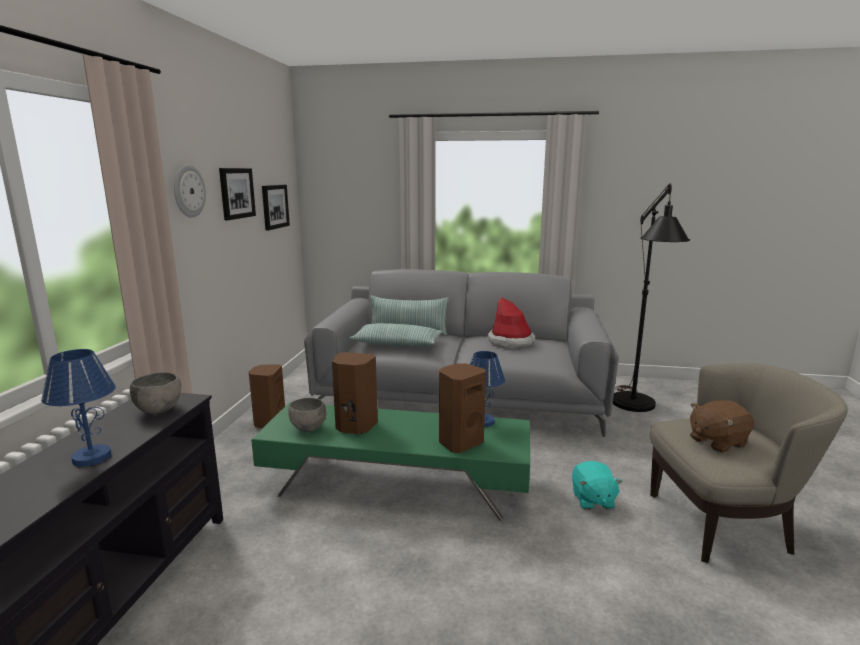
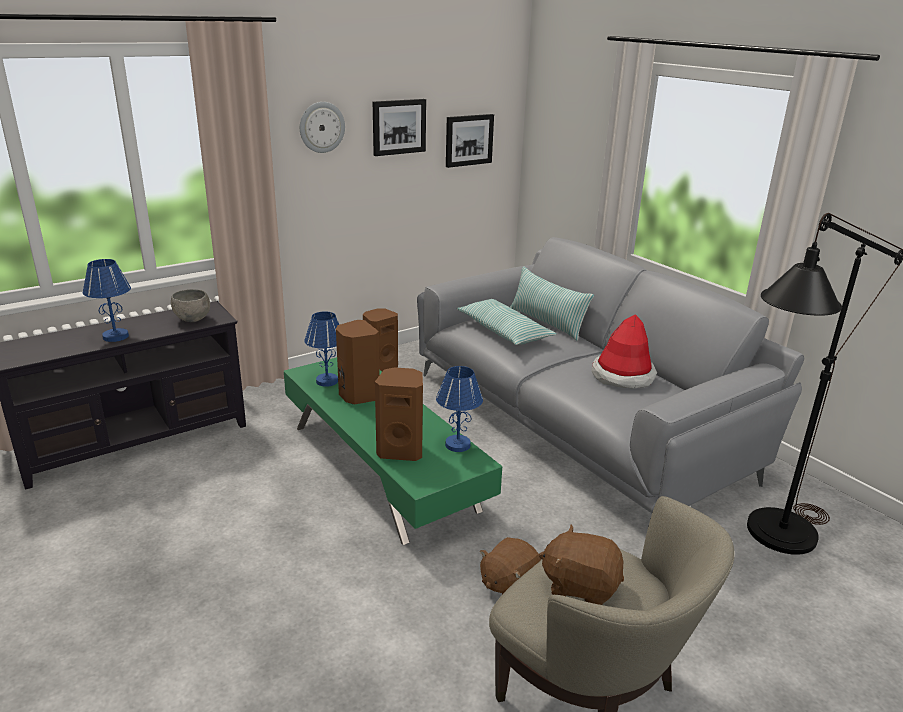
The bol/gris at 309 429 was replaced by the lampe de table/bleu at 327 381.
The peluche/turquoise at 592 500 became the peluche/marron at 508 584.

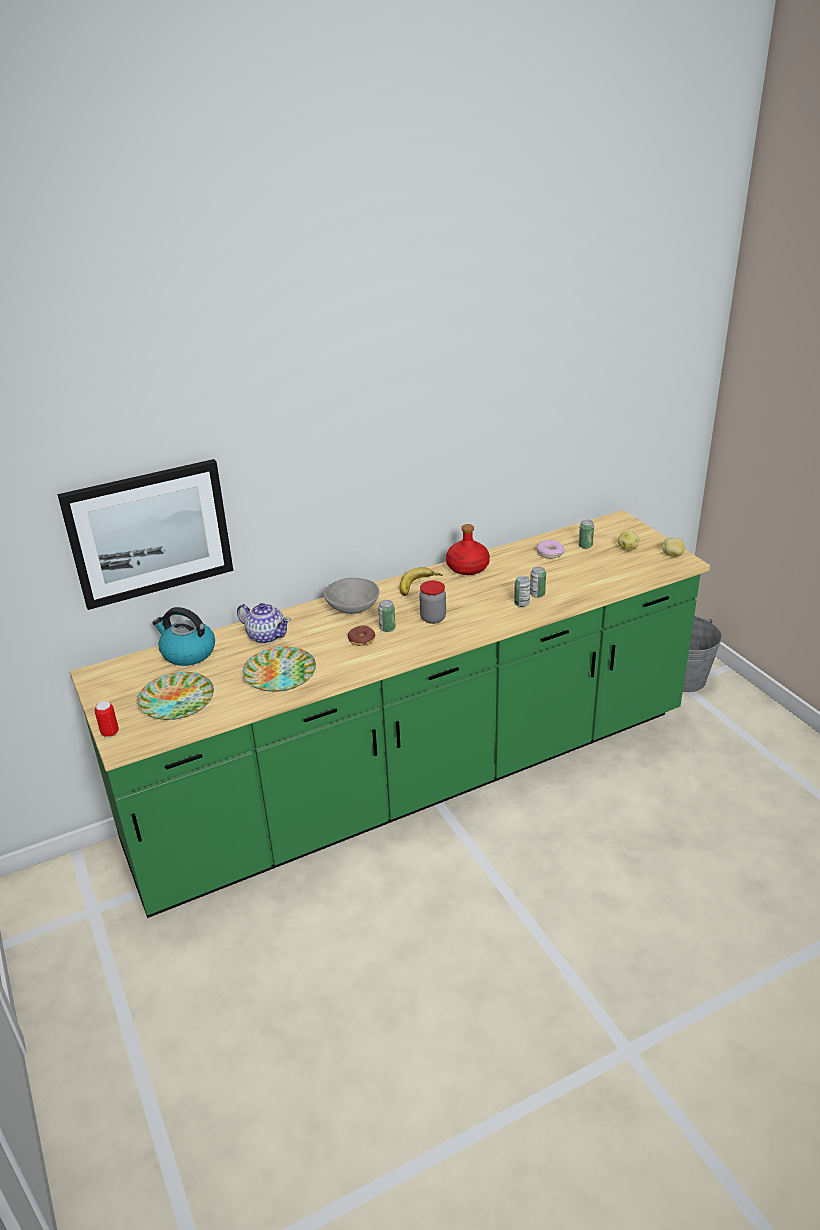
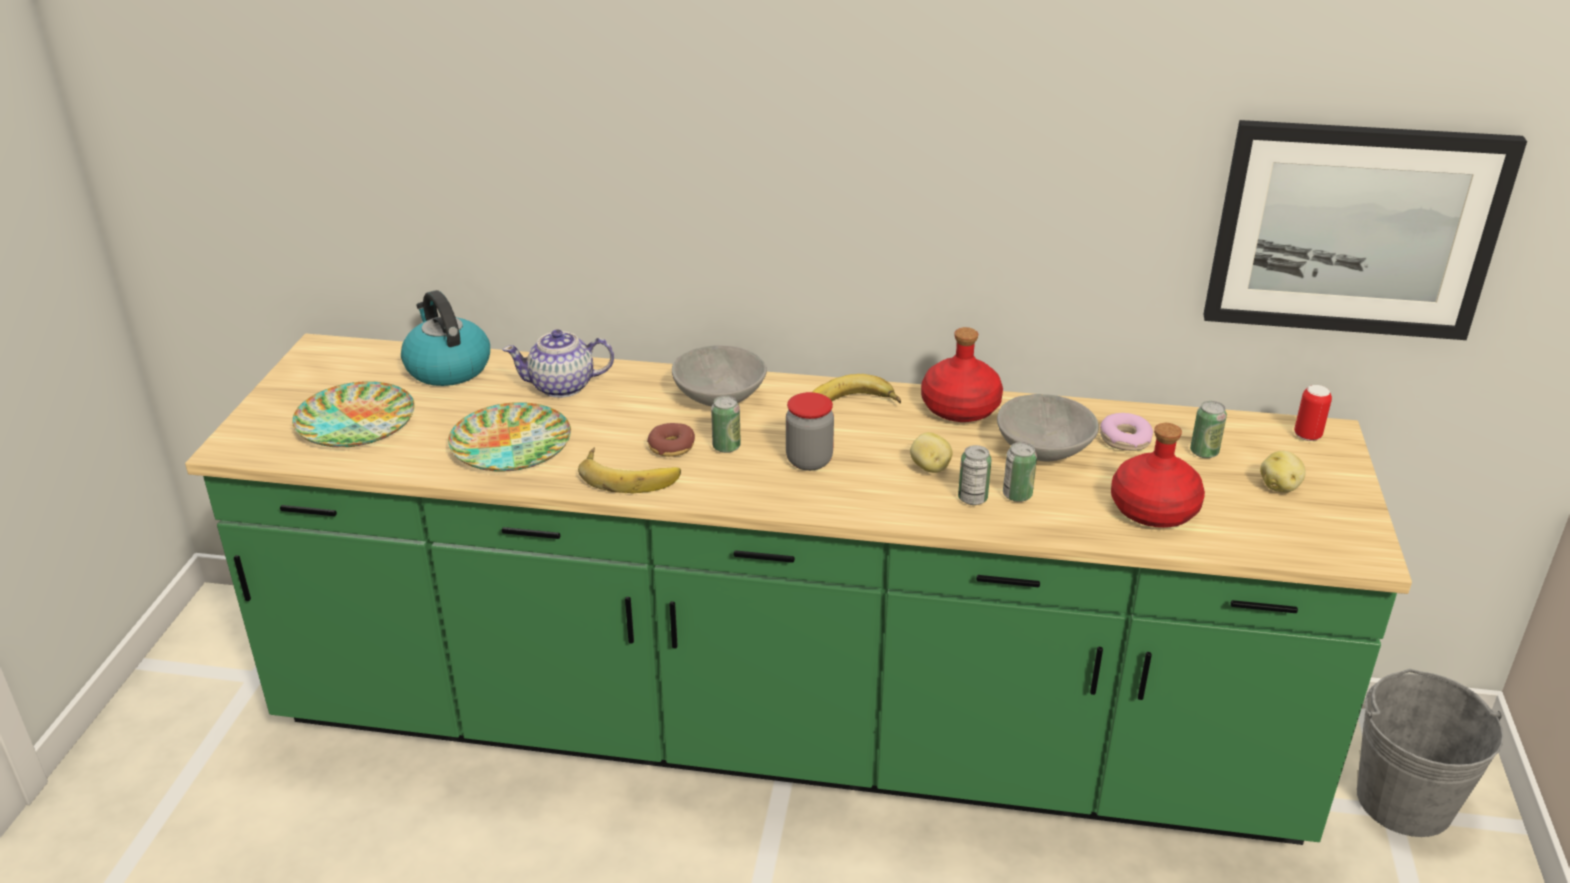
The tableau moved from 149 533 to 1354 230.
The boîte métallique moved from 110 732 to 1307 435.
The théière at 266 636 turned 105 degrees clockwise.
The pomme de terre moved from 672 555 to 929 468.
The banane at 630 475 appeared.
The bol/gris at 1044 450 appeared.
The bouteille/rouge at 1152 509 appeared.

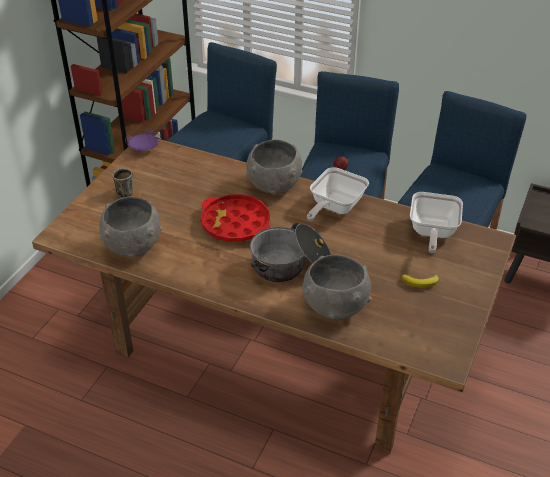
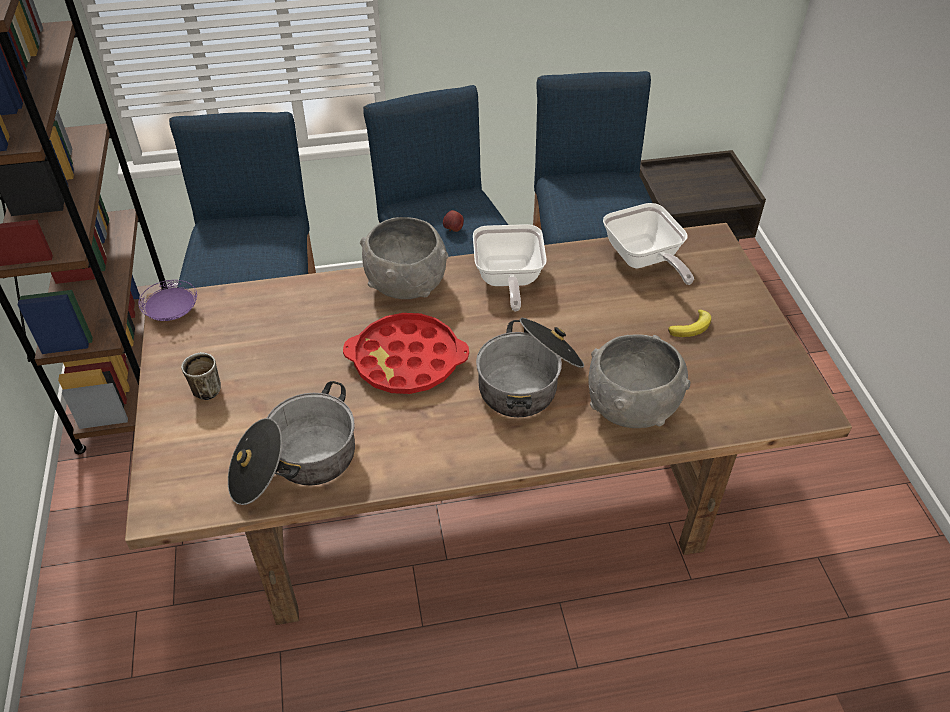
The bol/gris at 133 246 was replaced by the marmite at 295 464.

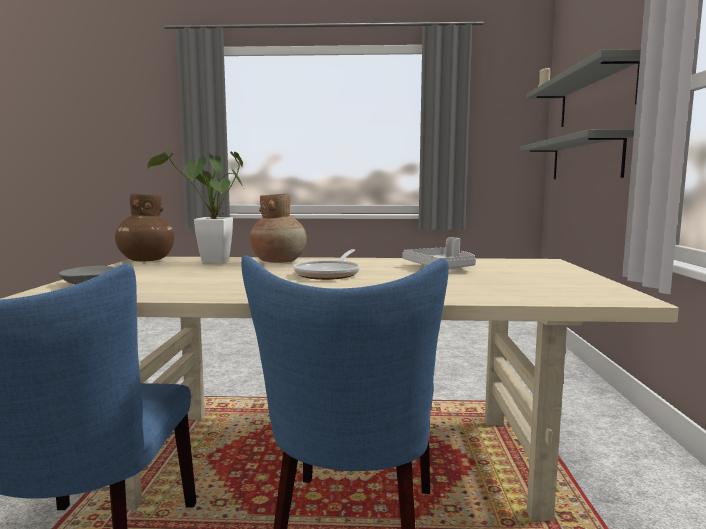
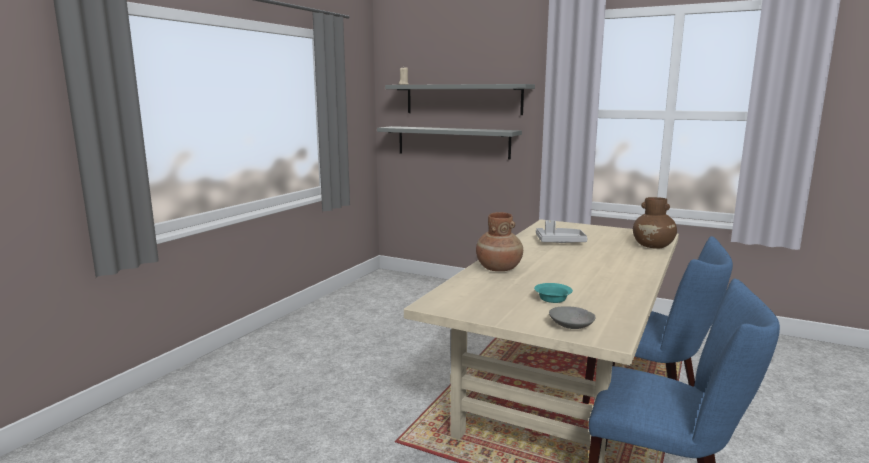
The vase/marron moved from 146 260 to 653 246.
The plante en pot at 212 263 disappeared.
The poêle at 329 274 disappeared.
The bol/turquoise at 552 299 appeared.

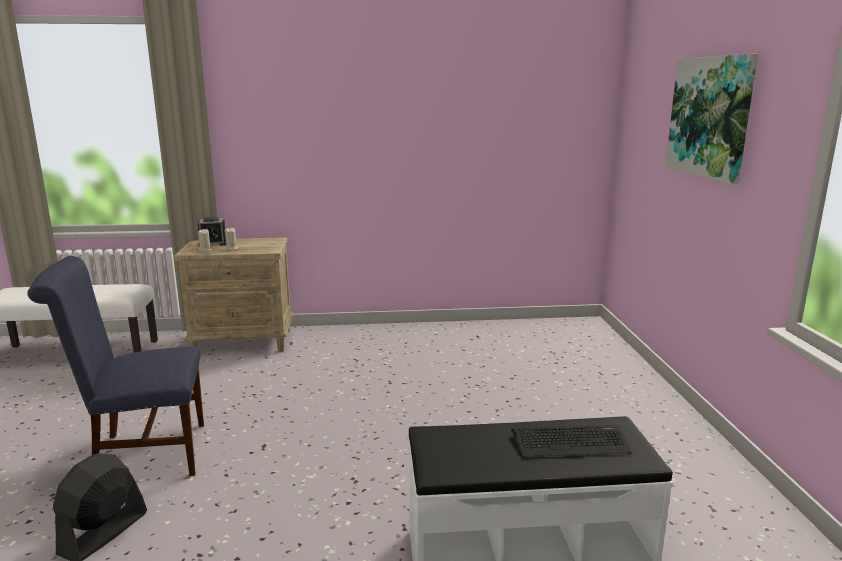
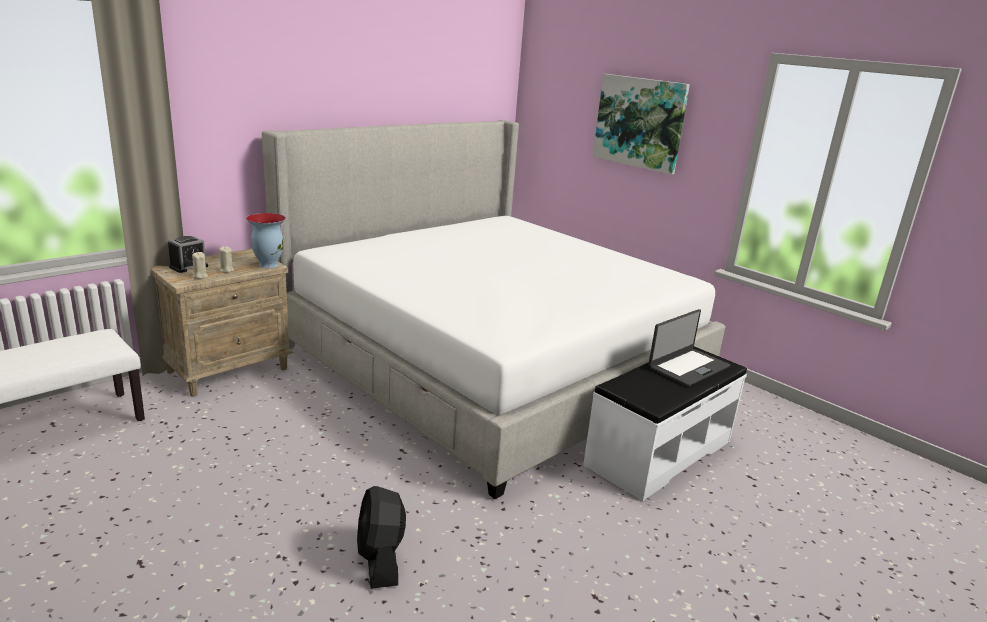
The chaise/bleu at 141 455 disappeared.
The clavier at 570 442 was replaced by the ordinateur portable at 688 367.
The vase at 268 264 appeared.
The lit at 491 362 appeared.

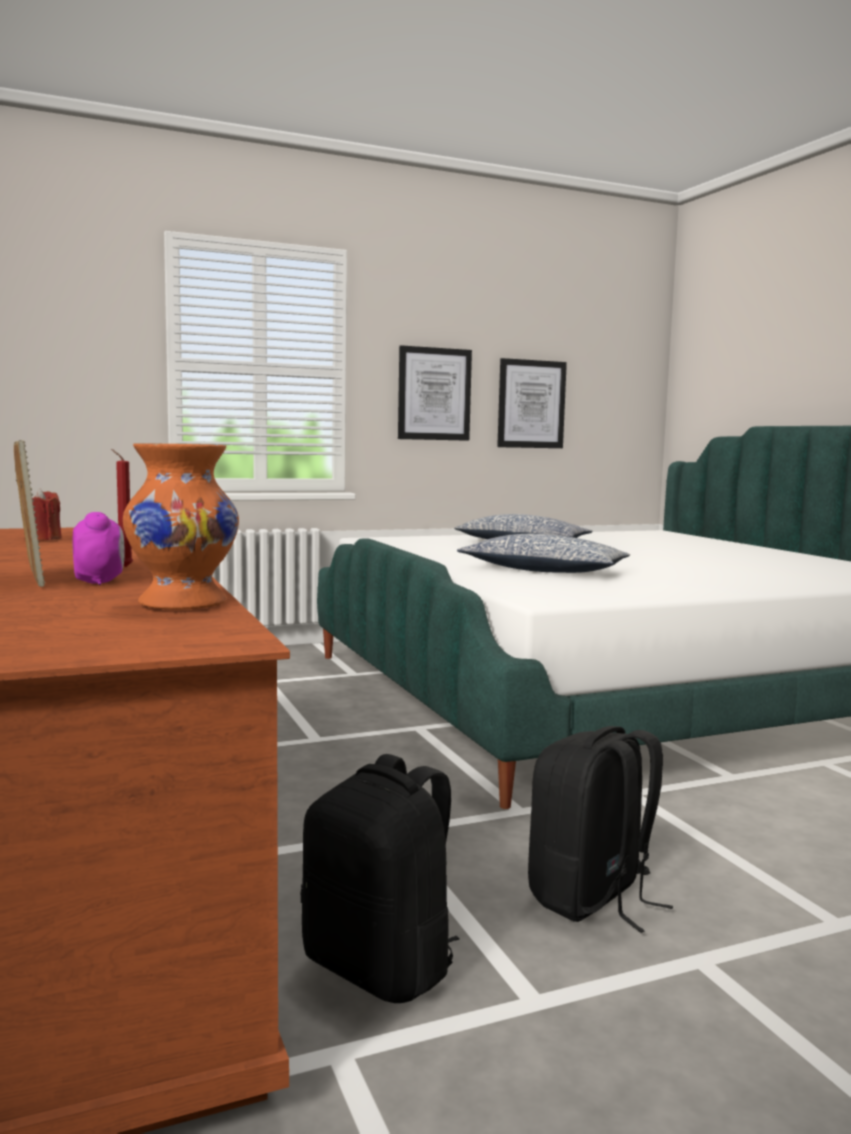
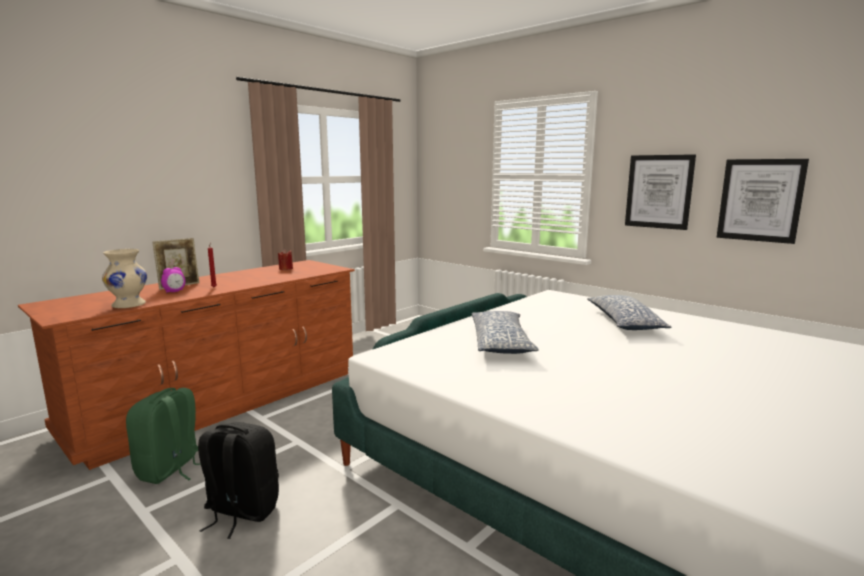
The vase/orange at 182 604 became the vase/beige at 128 305.
The sac à dos/noir at 381 967 became the sac à dos/vert at 170 469.

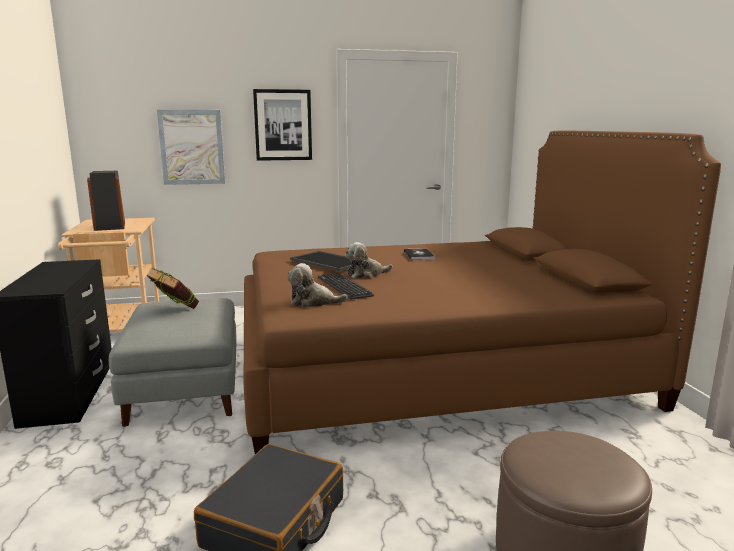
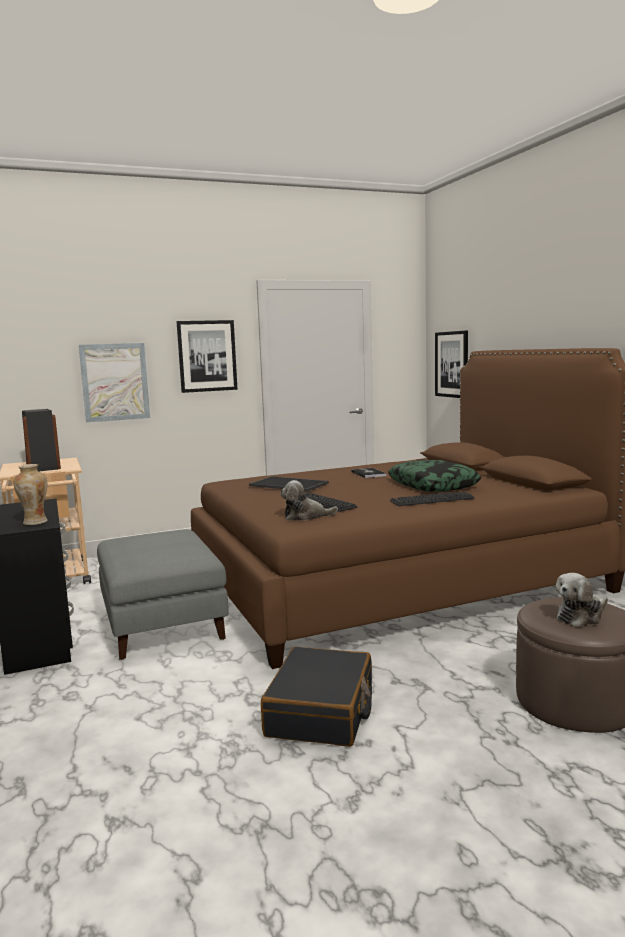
The livre at 175 311 disappeared.
The peluche moved from 366 274 to 581 616.
The vase at 34 522 appeared.
The coussin at 433 485 appeared.
The clavier at 431 500 appeared.
The tableau at 452 364 appeared.

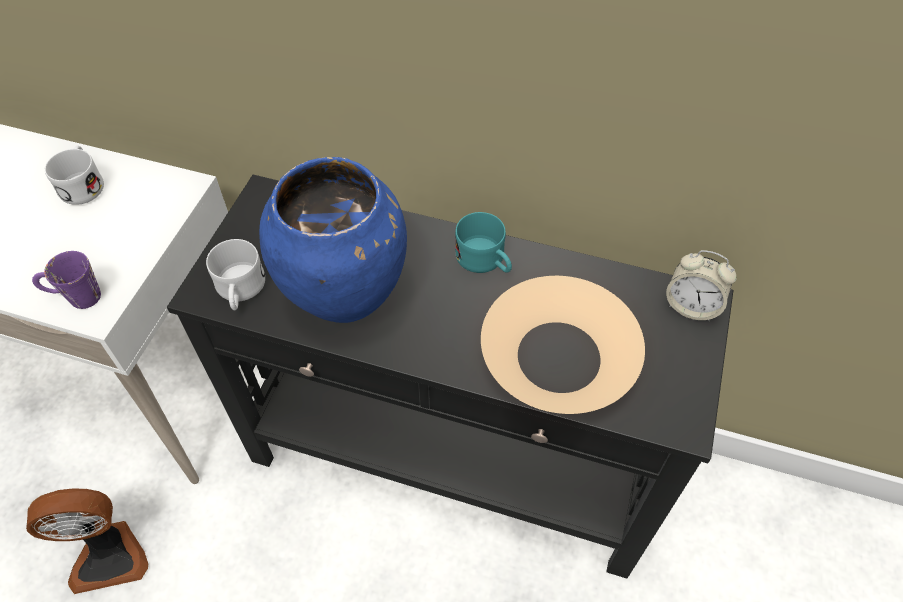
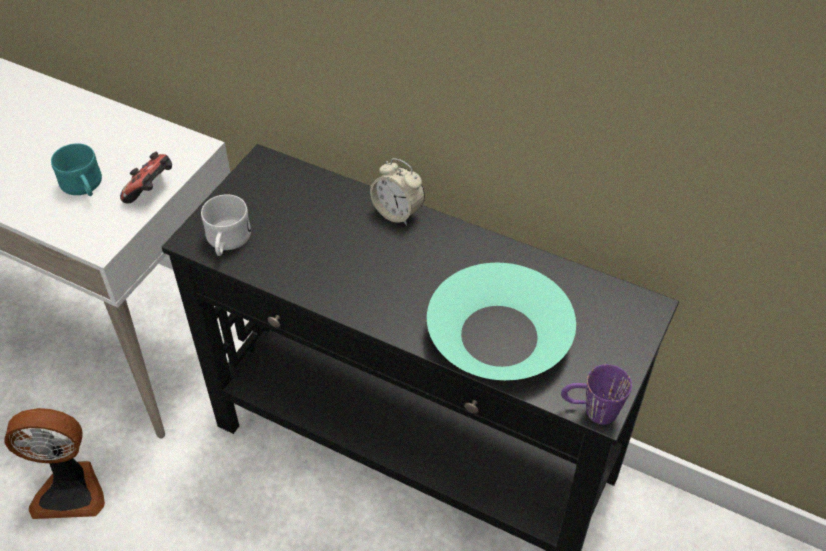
The mug/violet moved from 75 298 to 590 410.
The mug/blanc at 83 184 disappeared.
The vase/bleu at 347 297 disappeared.
The mug/turquoise moved from 485 261 to 84 187.
The bol/beige at 558 356 became the bol/turquoise at 498 335.
The réveil moved from 691 306 to 397 212.
The manette at 152 190 appeared.

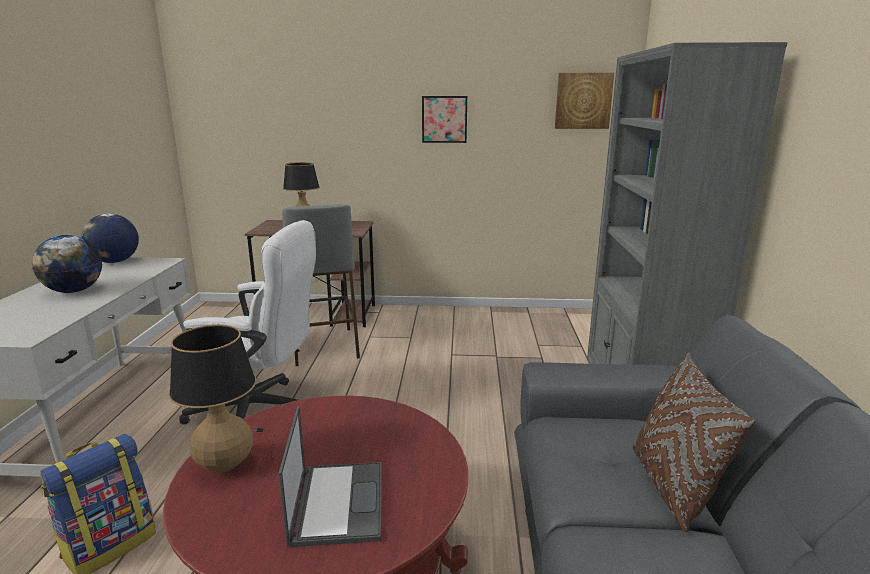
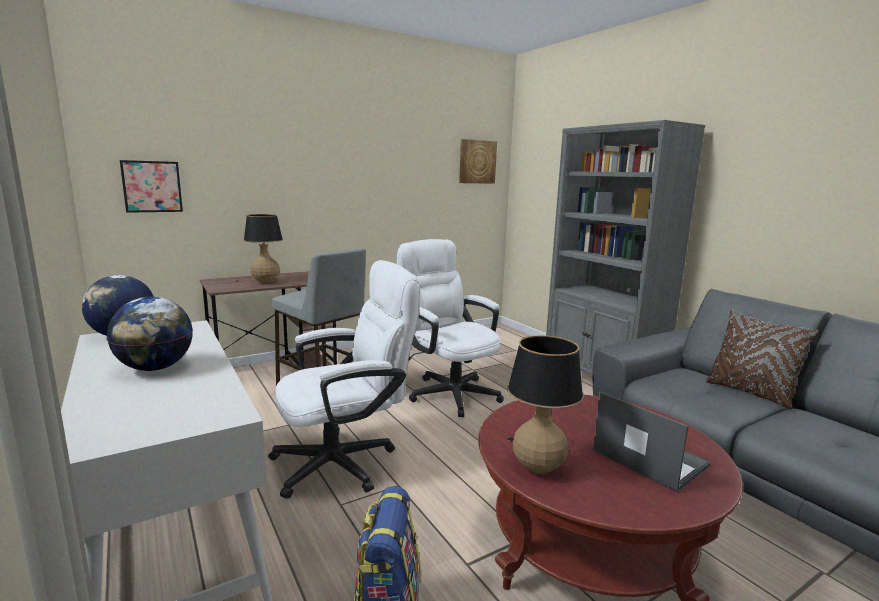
The tableau moved from 444 119 to 152 186.
The chaise de bureau/blanc at 448 391 appeared.

